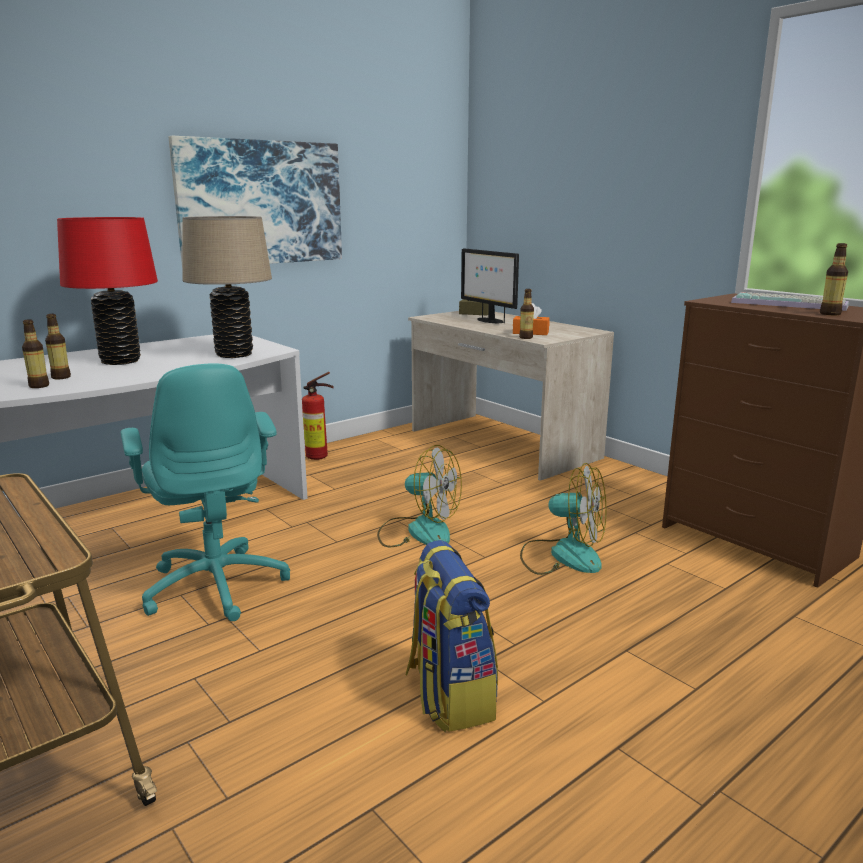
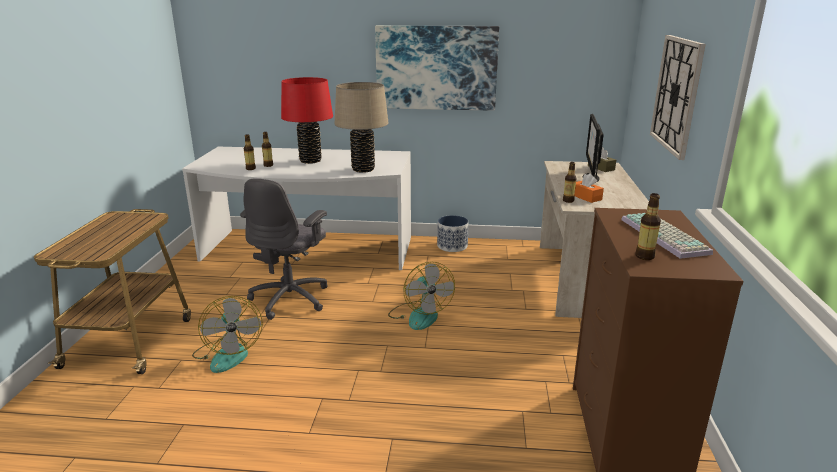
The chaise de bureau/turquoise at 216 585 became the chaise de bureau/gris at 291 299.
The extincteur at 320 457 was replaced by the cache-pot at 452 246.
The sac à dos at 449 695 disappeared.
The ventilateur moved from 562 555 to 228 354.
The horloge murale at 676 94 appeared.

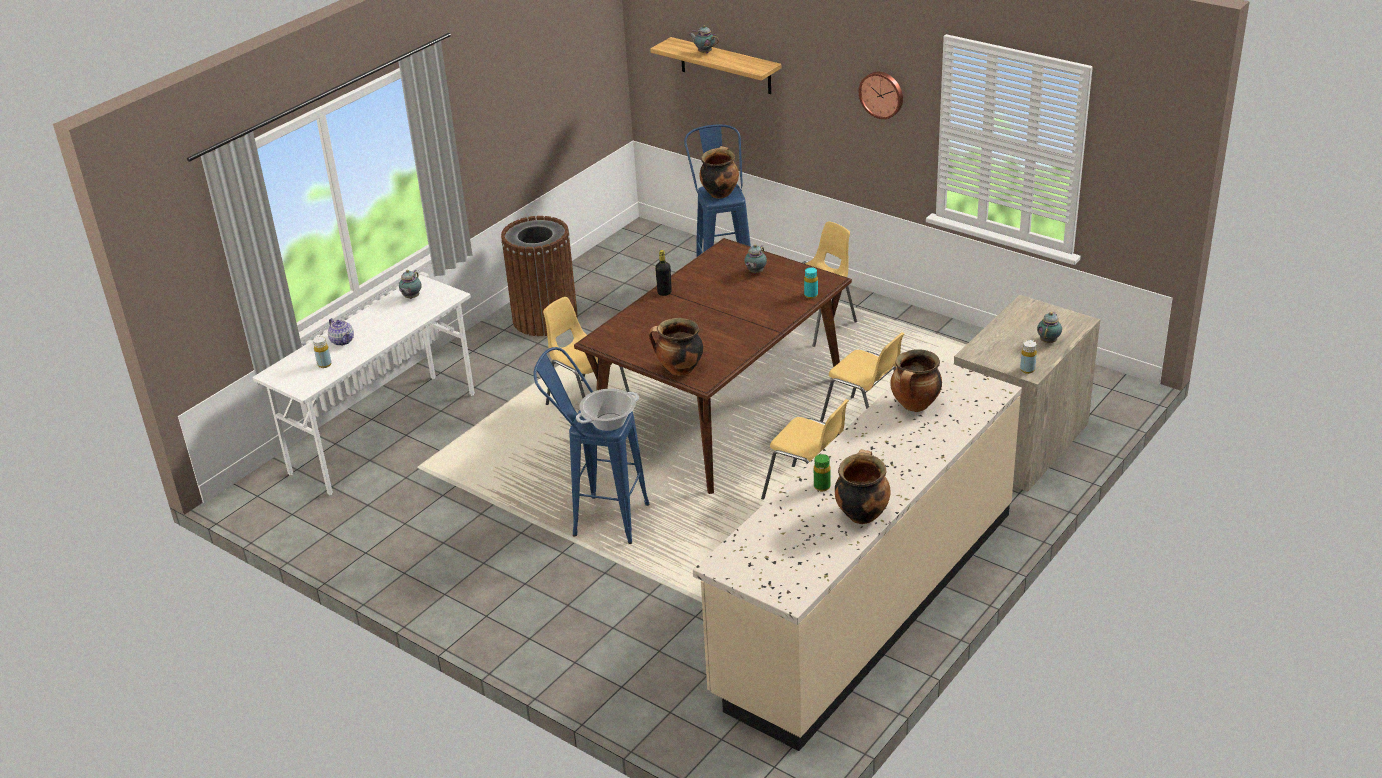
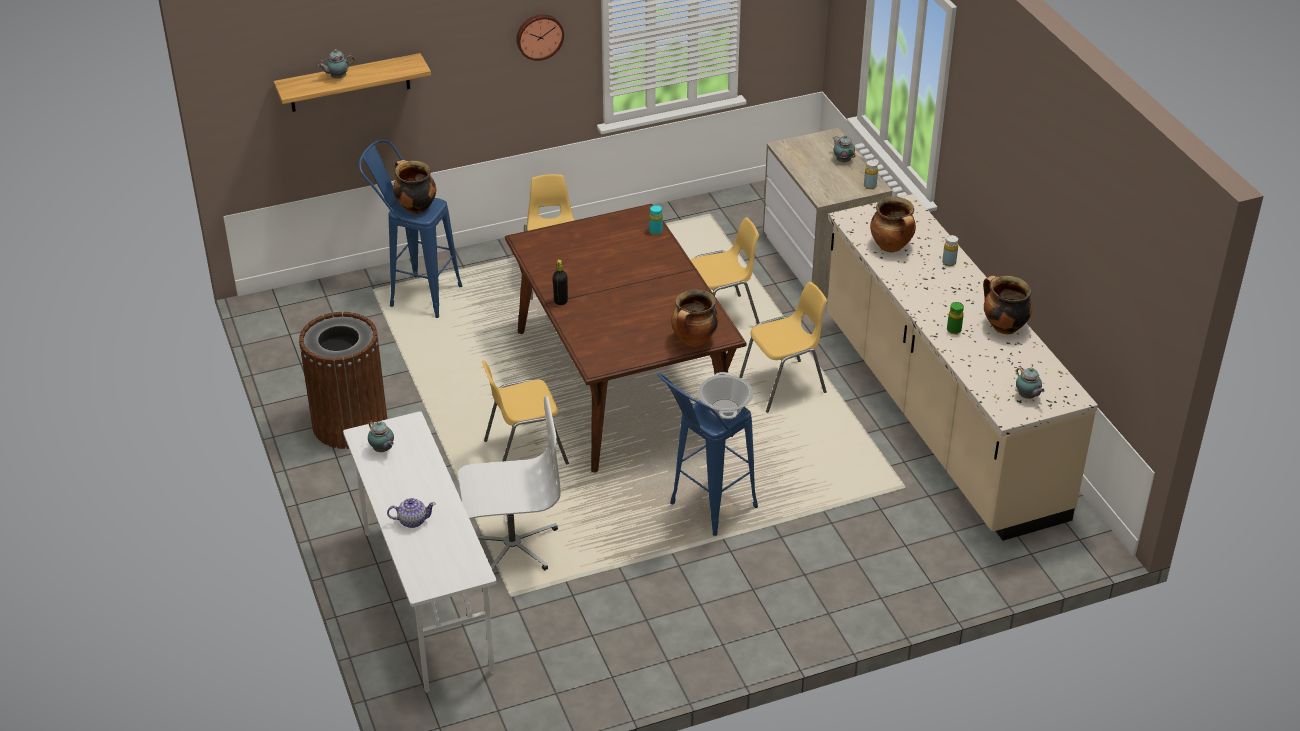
The bouteille/jaune moved from 324 364 to 949 262.
The théière moved from 755 272 to 1027 396.
The chaise de bureau/blanc at 512 545 appeared.

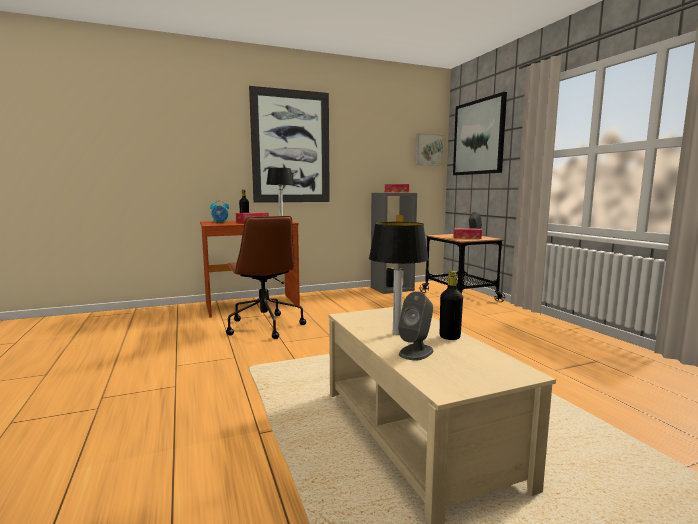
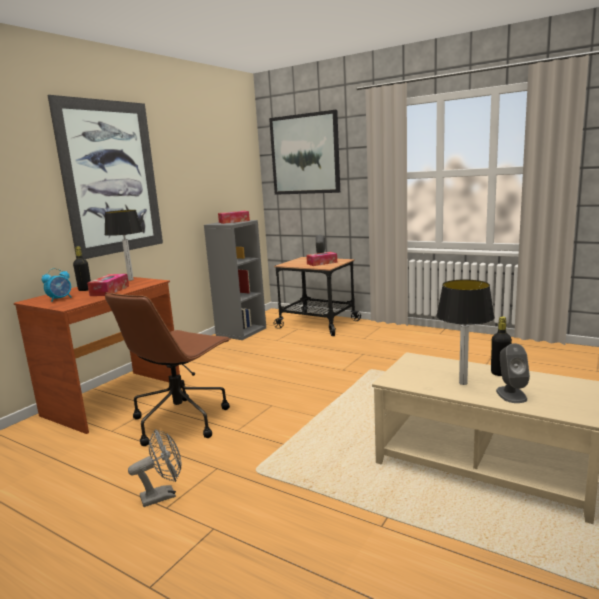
The chaise de bureau/marron at 264 326 turned 90 degrees clockwise.
The tableau at 428 150 disappeared.
The ventilateur/gris at 163 495 appeared.

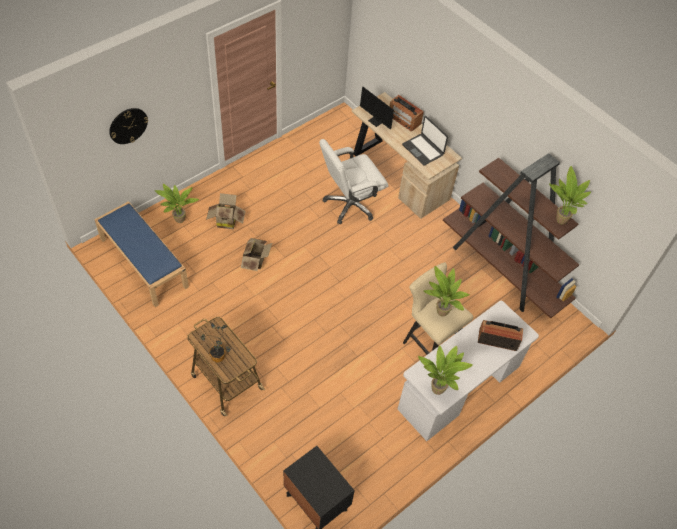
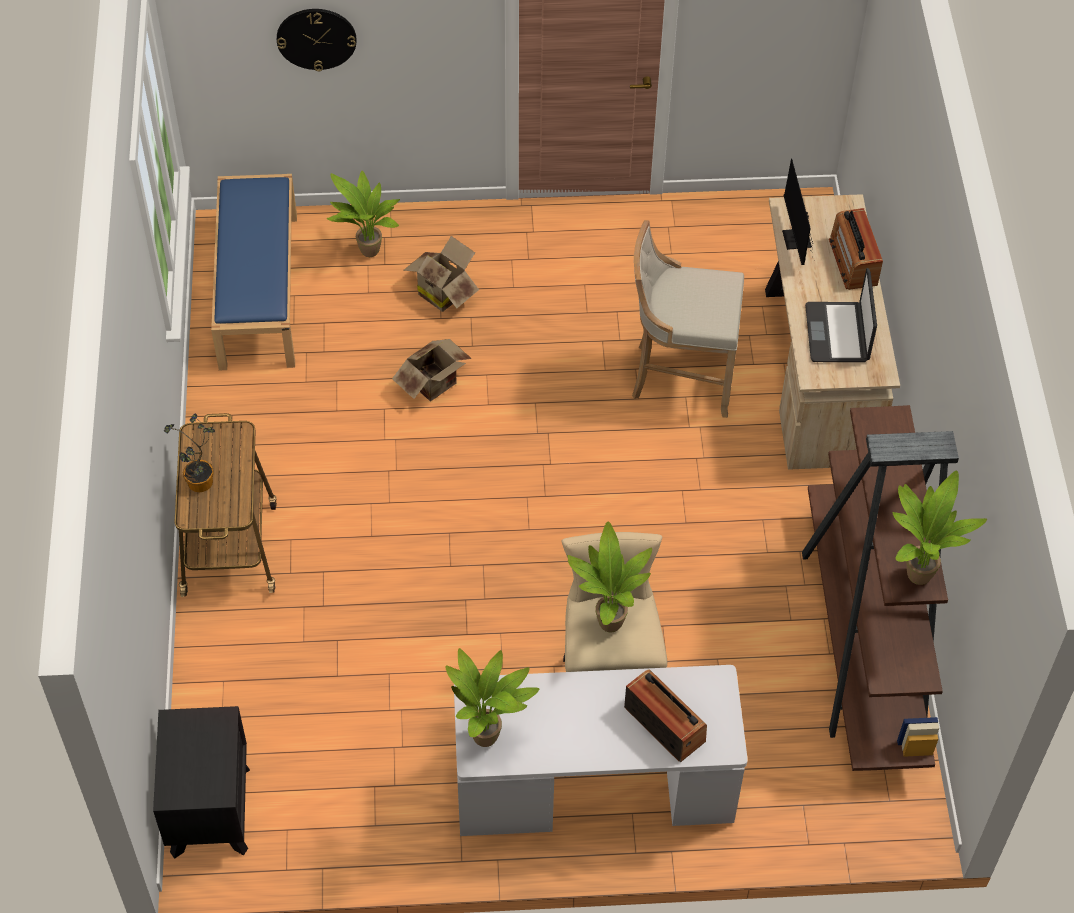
The chaise de bureau/blanc at 350 204 was replaced by the tabouret/beige at 679 376.

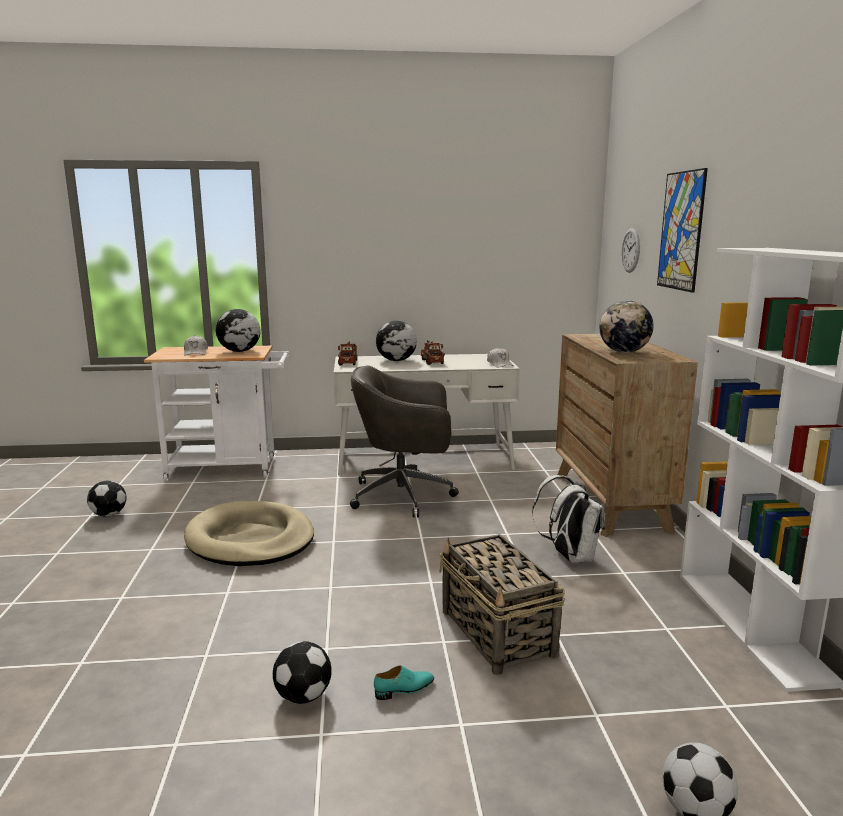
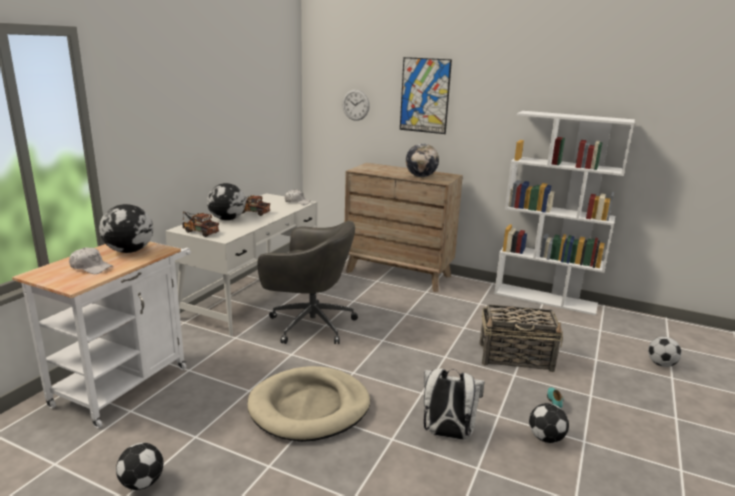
The chaise de bureau/gris at 405 495 turned 105 degrees counterclockwise.
The sac à dos/blanc moved from 569 556 to 447 434.

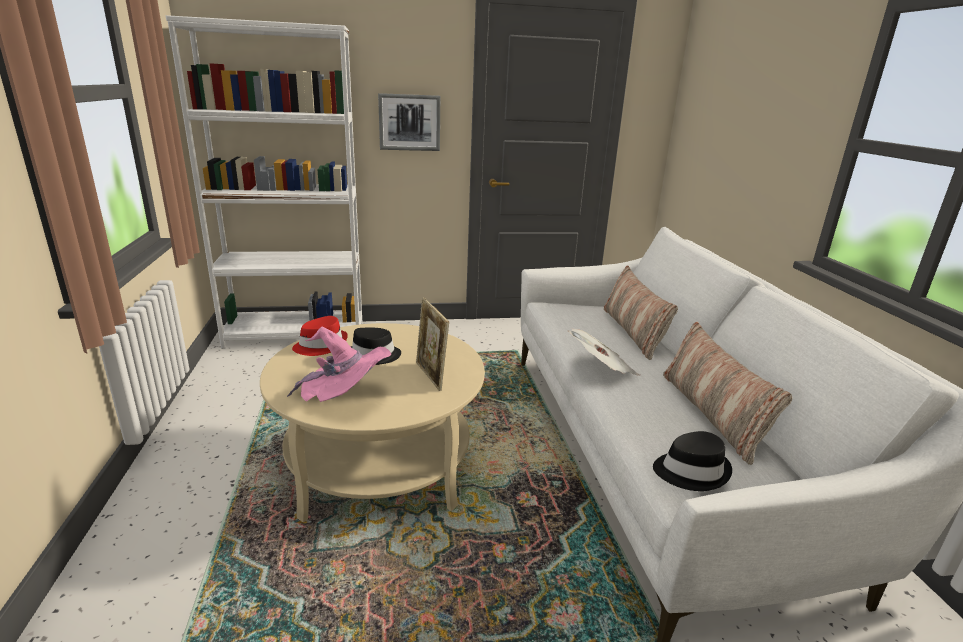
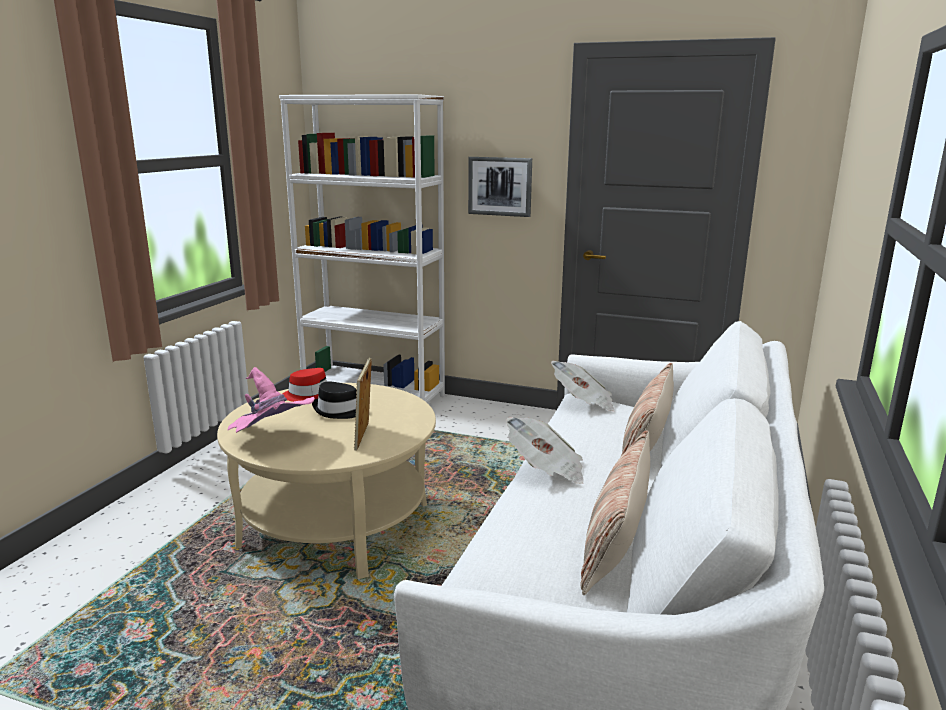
The chapeau/noir at 690 470 disappeared.
The journal at 583 402 appeared.

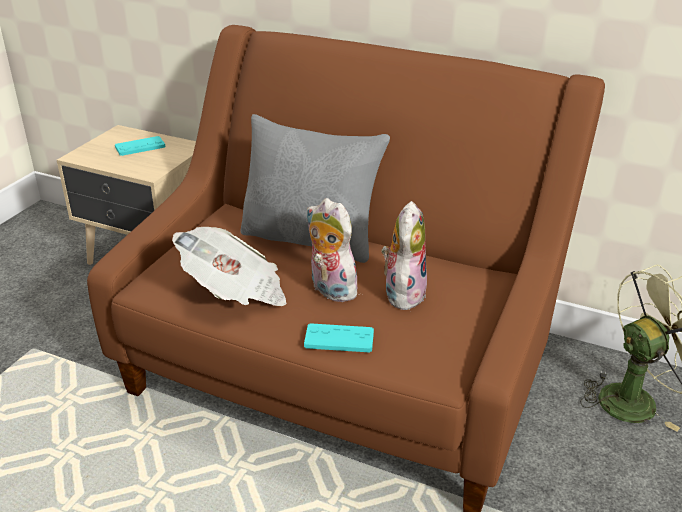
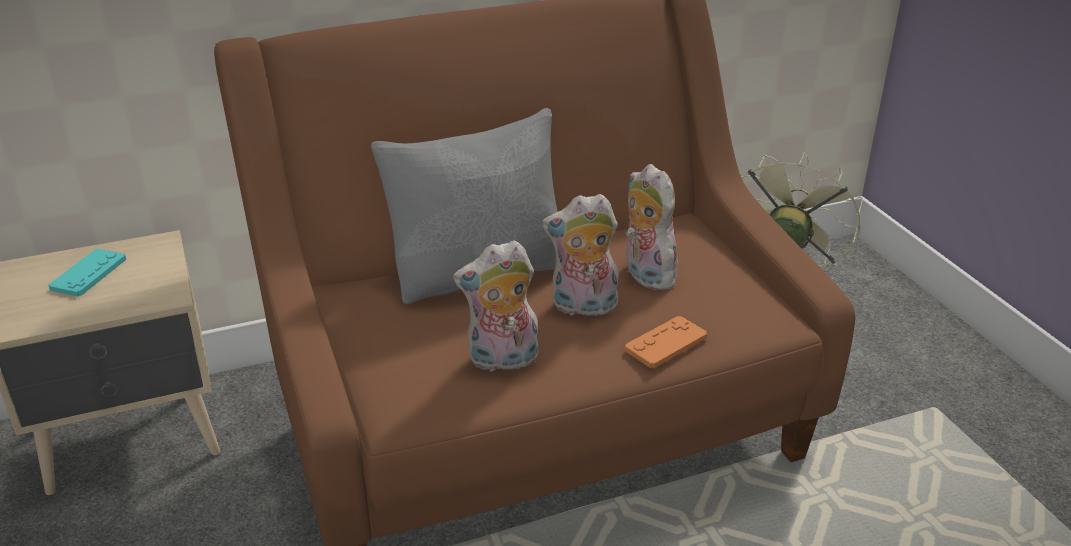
The journal at 235 292 was replaced by the peluche at 502 361.
The manette/turquoise at 339 339 became the manette/orange at 666 343.

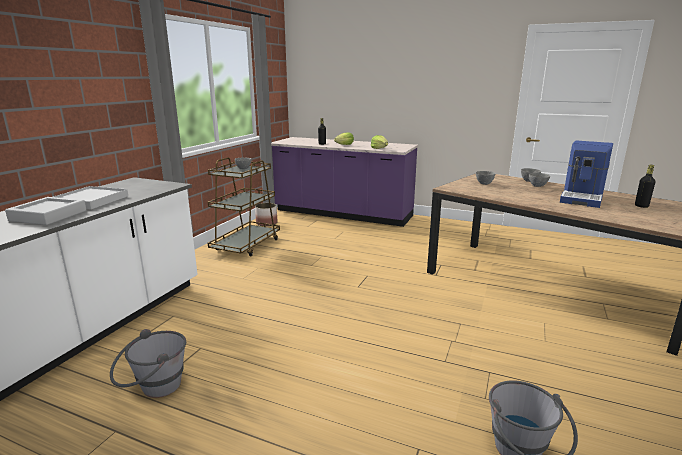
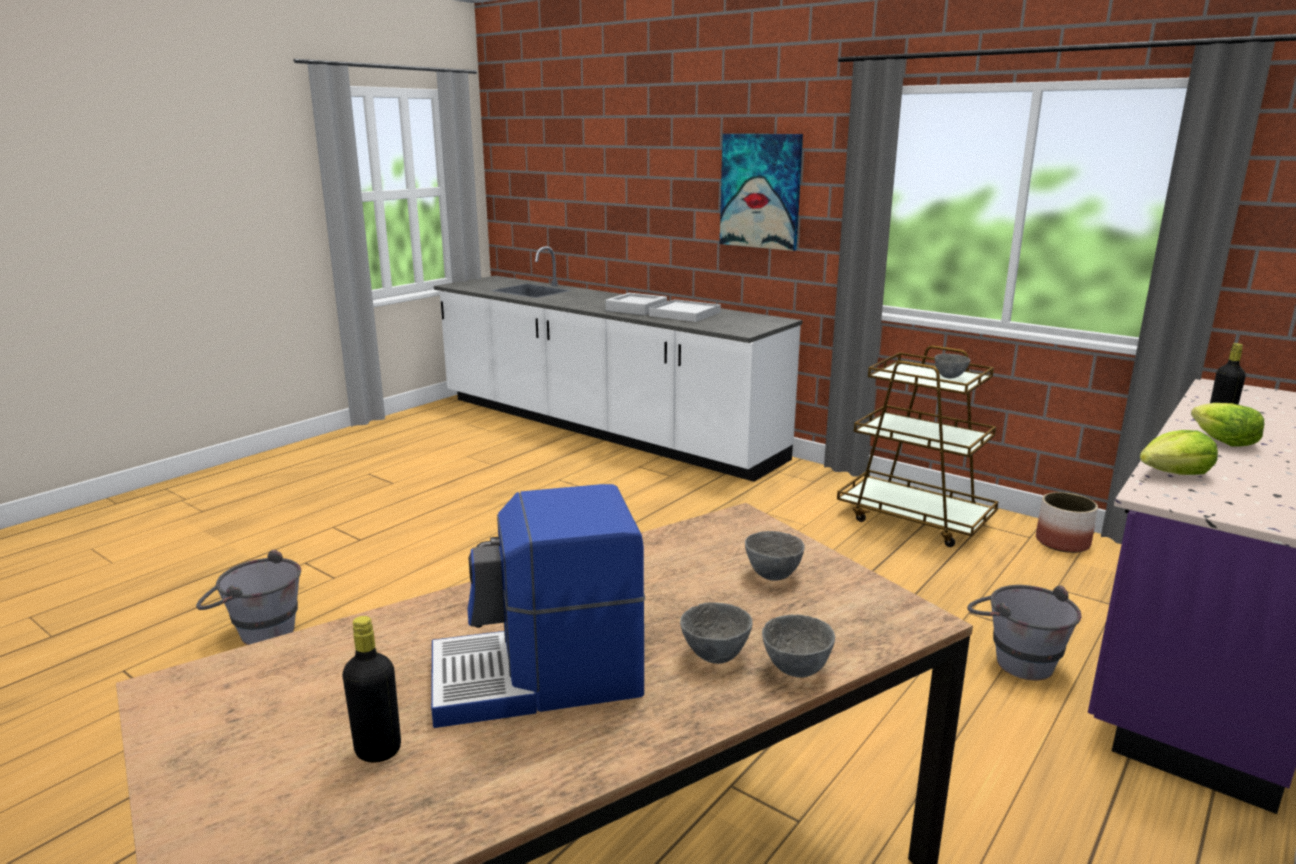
The seau/gris moved from 154 389 to 1014 658.
The machine à café at 583 198 turned 60 degrees counterclockwise.
The tableau at 760 191 appeared.

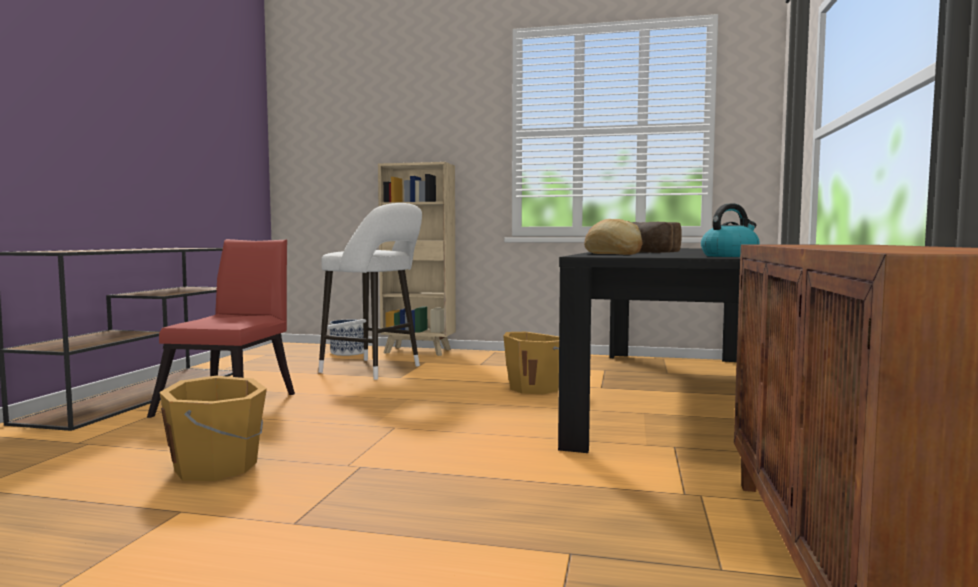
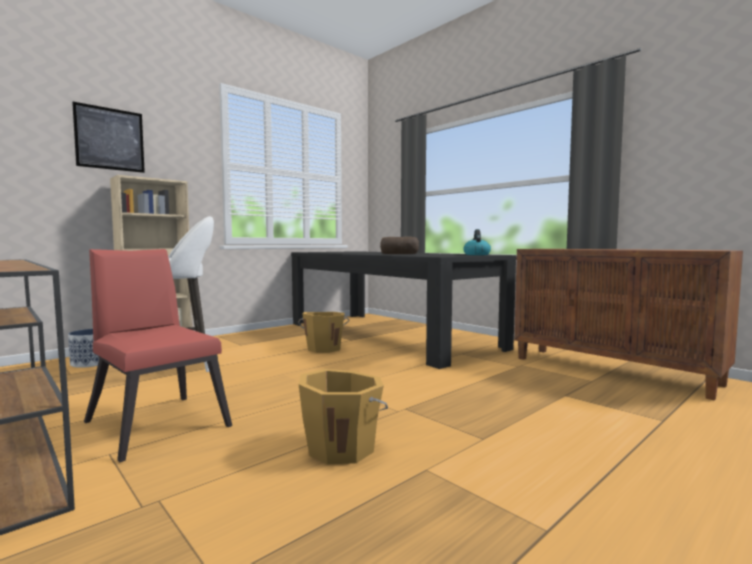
The pain at 613 254 disappeared.
The tableau at 110 139 appeared.

